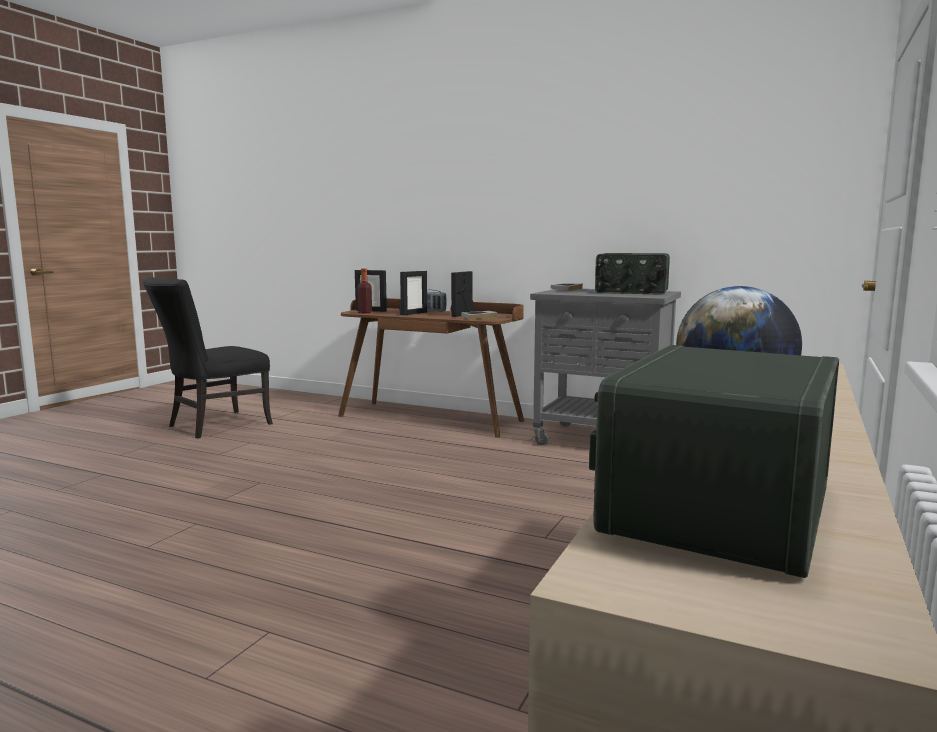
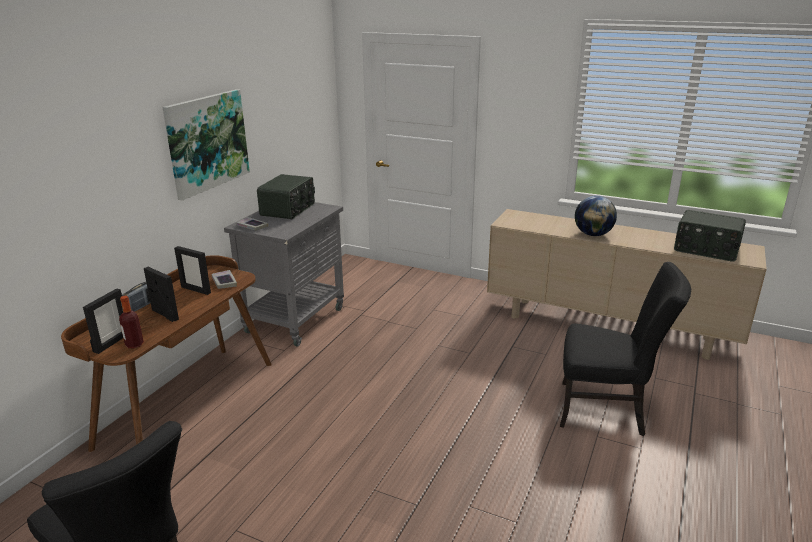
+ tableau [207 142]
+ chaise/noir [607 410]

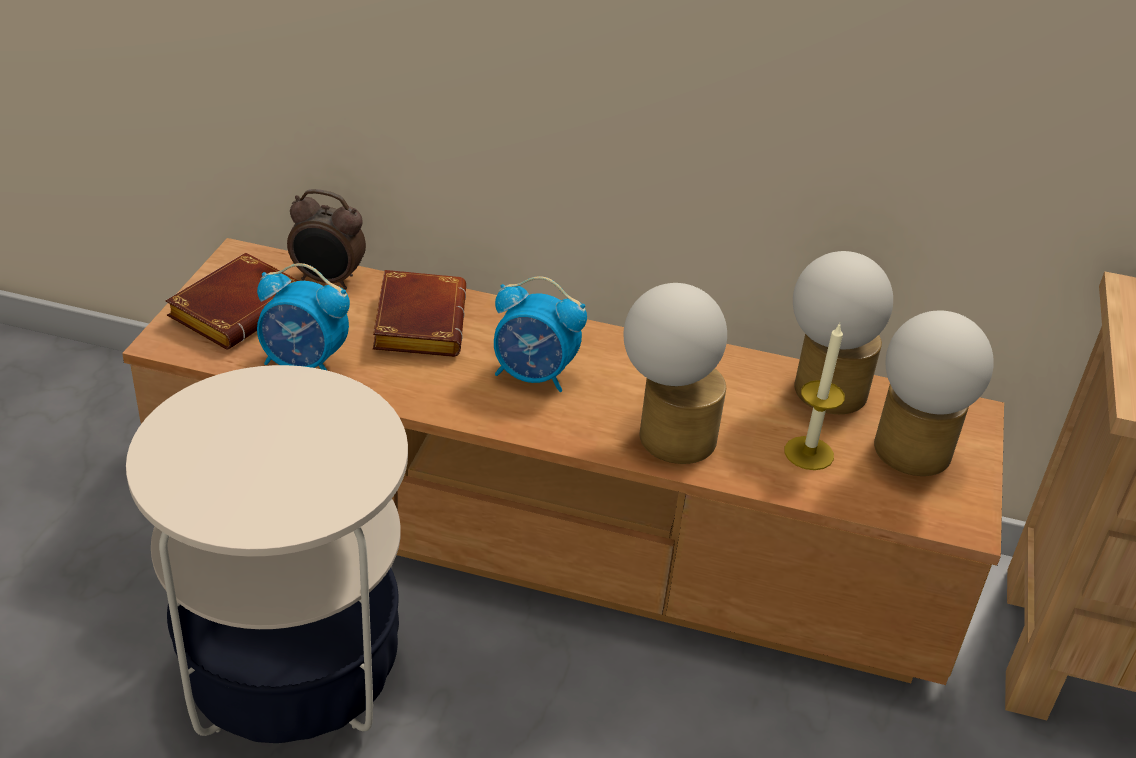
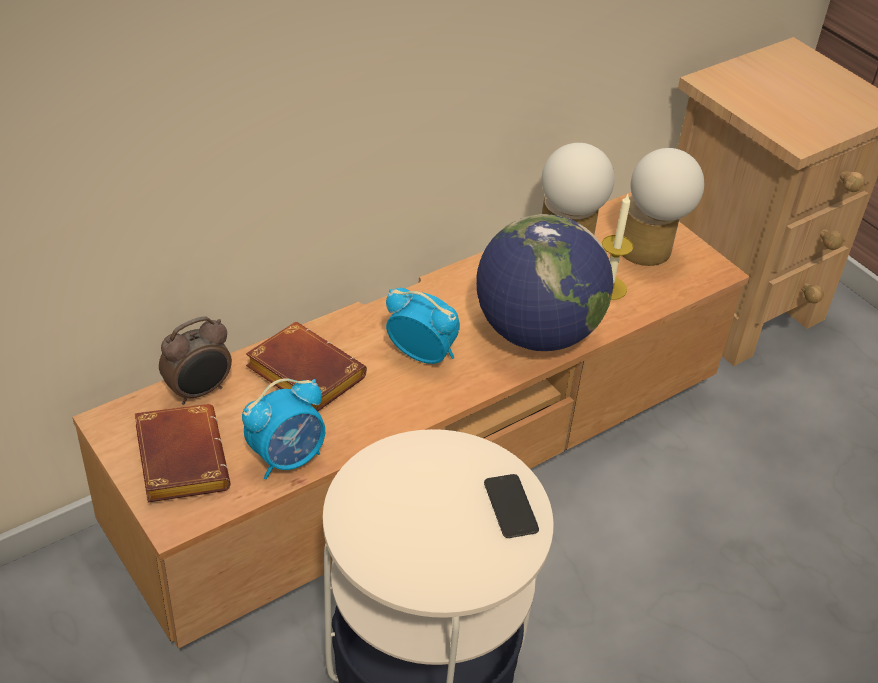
+ téléphone [510 507]
~ lampe de table [666 434] to globe [536 333]
~ réveil [534 376] = [422 354] 120 degrees counterclockwise

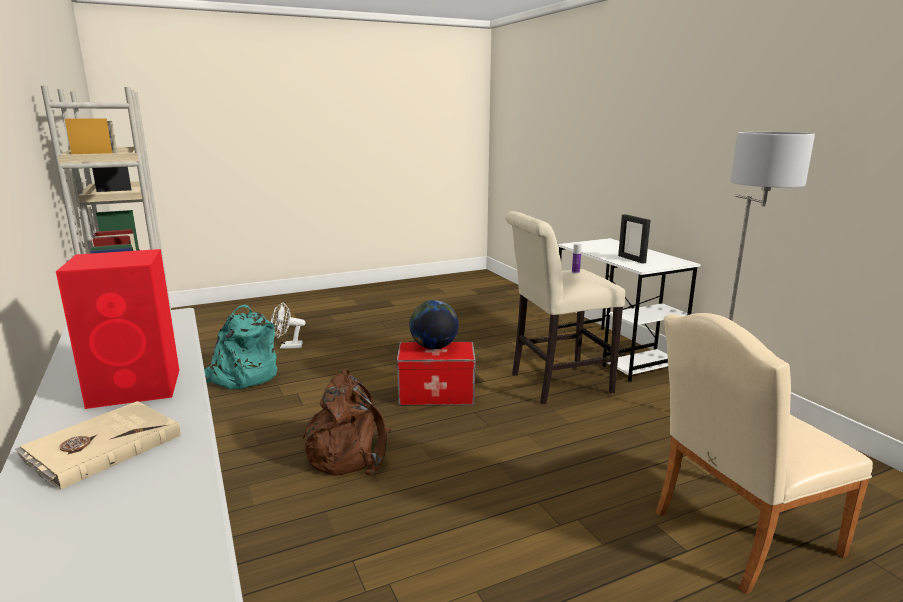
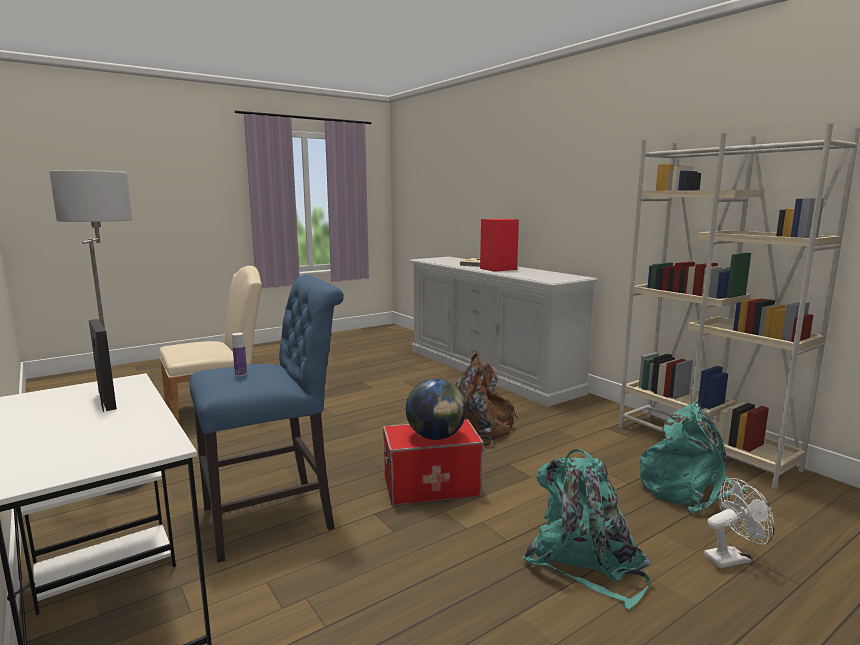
+ sac à dos/turquoise [585 561]
~ tabouret/beige [555 384] to tabouret/bleu [276 517]

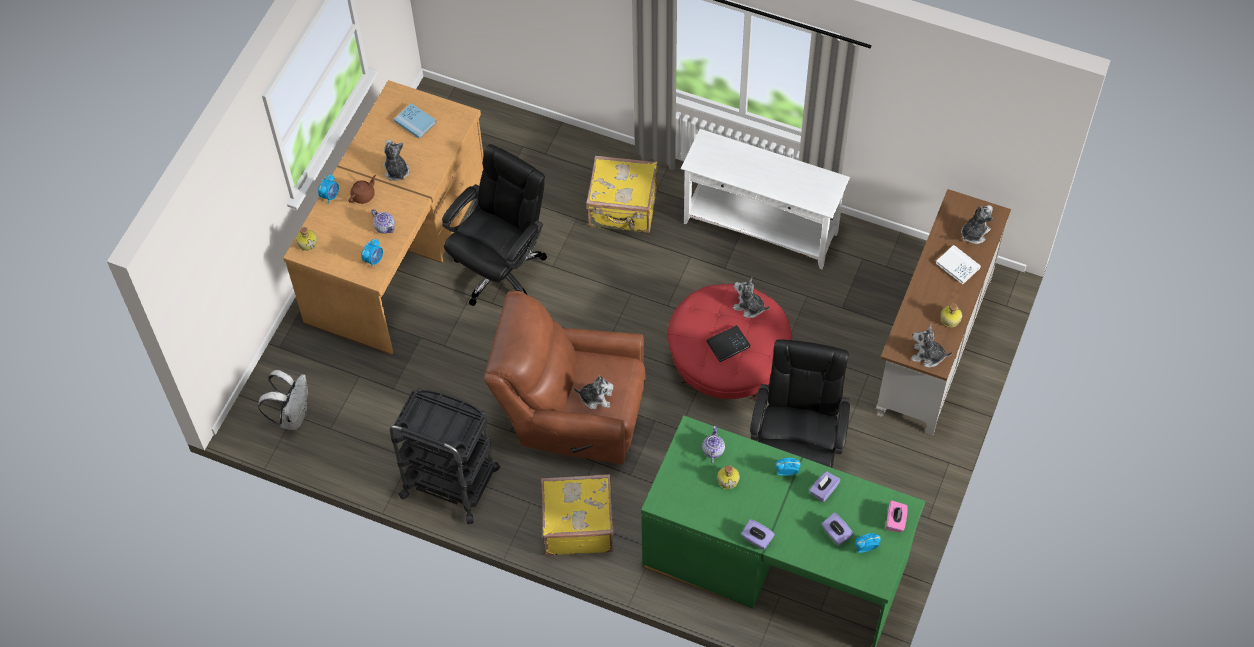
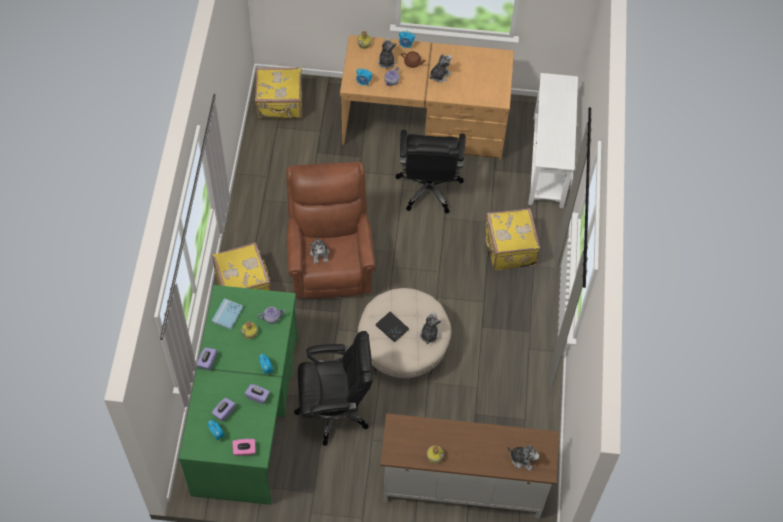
- chariot/noir [450 482]
- livre/blanc [957 265]
~ livre/bleu [415 122] to [227 314]
~ table console/blanc [761 227] to [548 162]
~ peluche [928 356] to [386 62]
~ sac à dos/blanc [292 415] to valise/jaune [280 104]
~ pouf/rouge [728 360] to pouf/beige [403 347]
~ chaise de bureau/noir [500 271] = [429 188] 75 degrees clockwise

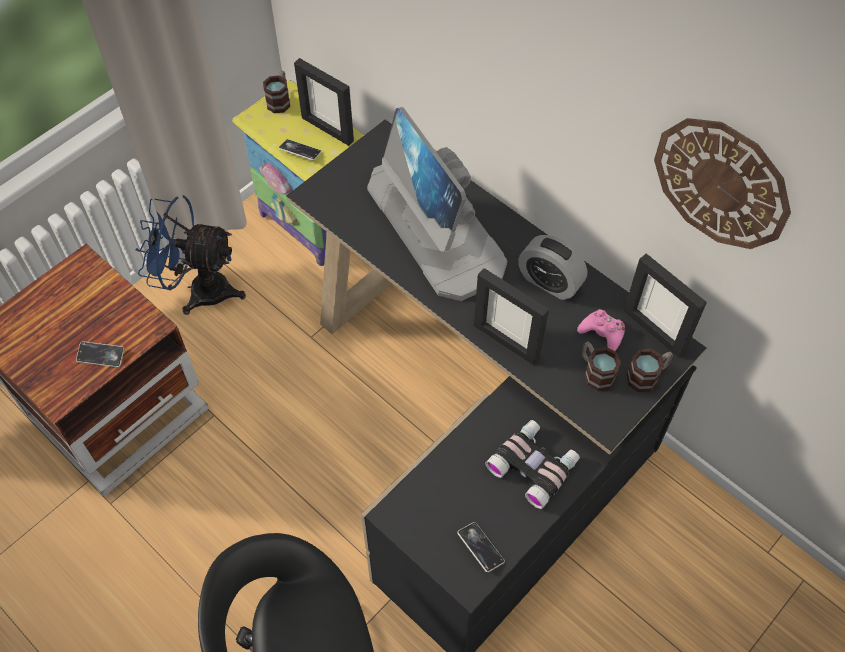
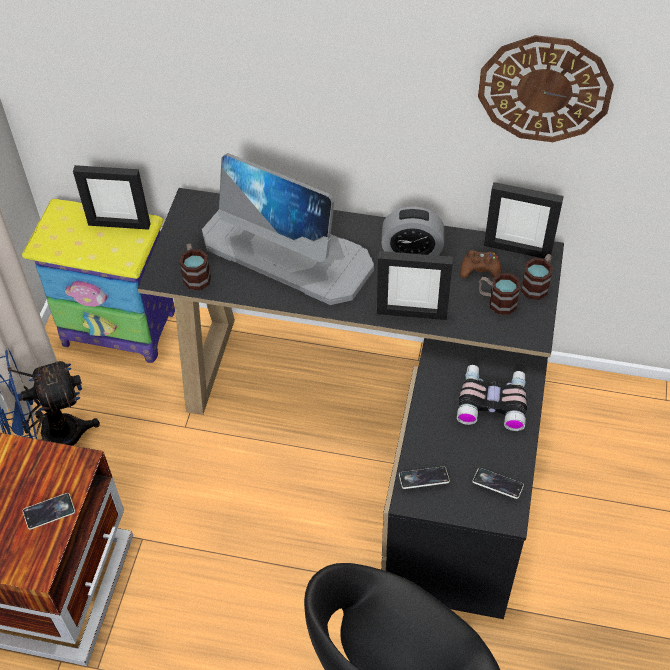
~ mug [280 100] to [195 275]
~ téléphone [300 151] to [423 479]
~ manette/rose [602 333] to manette/marron [480 270]

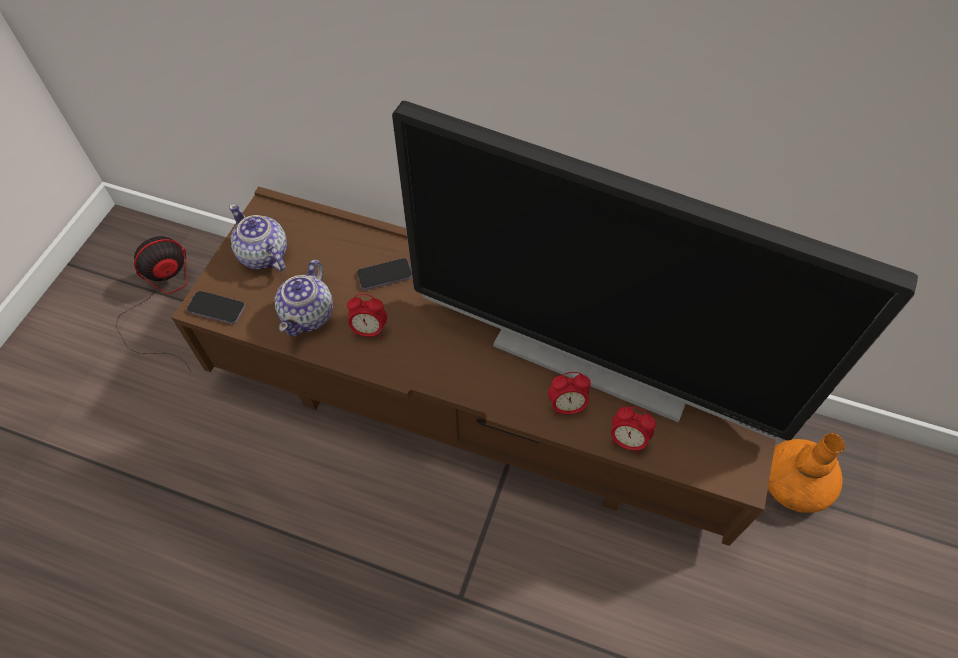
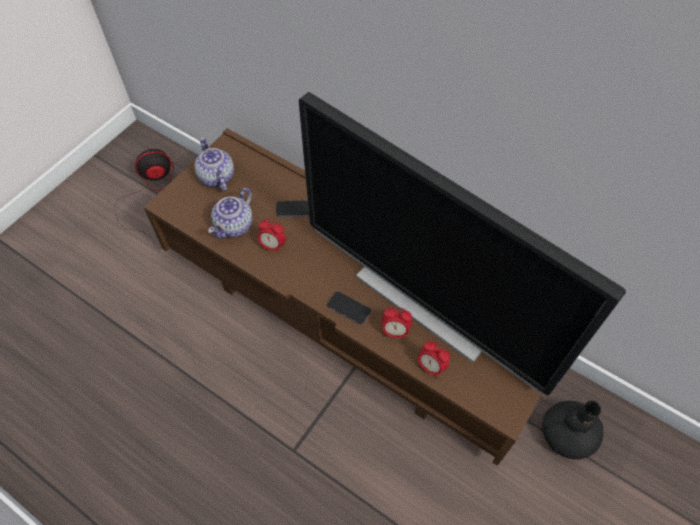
~ téléphone [216 308] to [349 308]
~ vase/orange [795 483] to vase/noir [567 434]

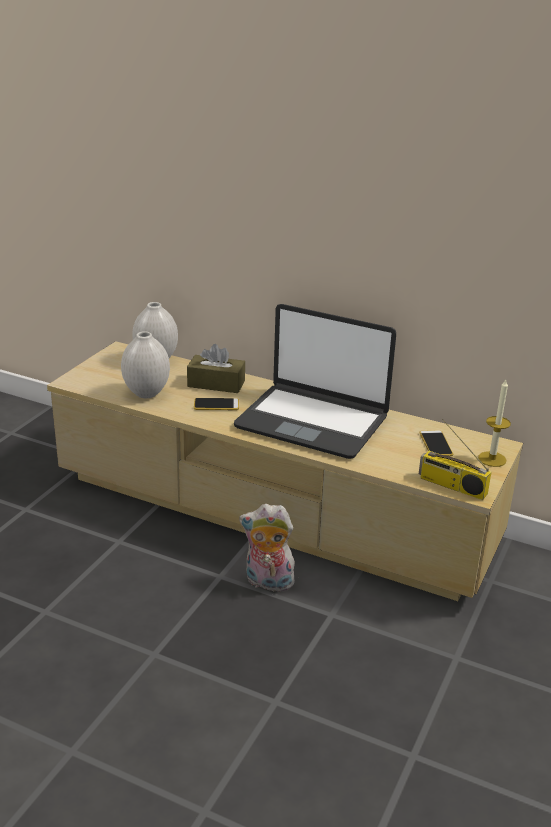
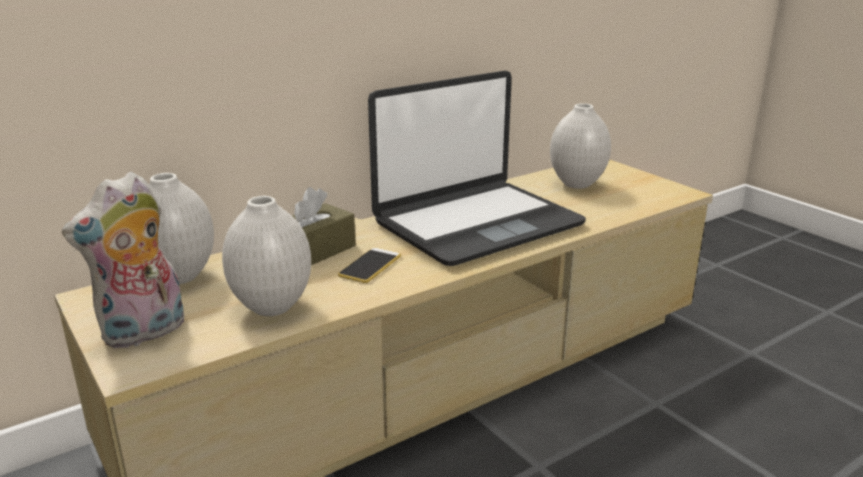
- radio [451 486]
- bougie [492 459]
~ peluche [267 583] to [144 333]
~ téléphone [435 444] to vase/blanc [576 184]

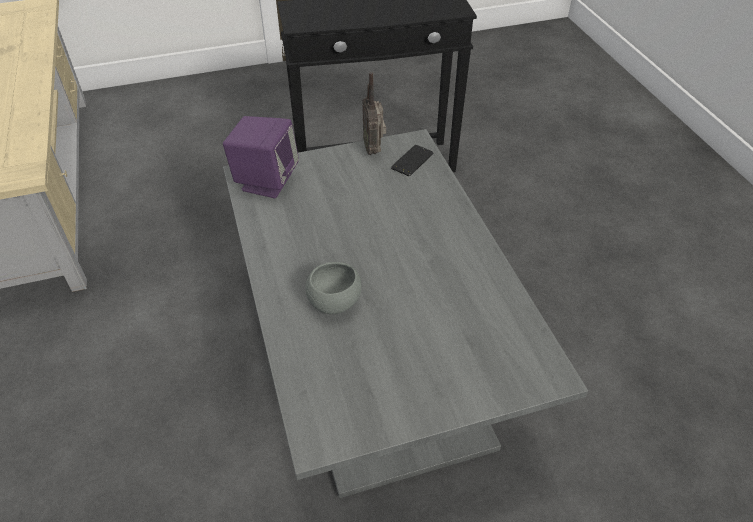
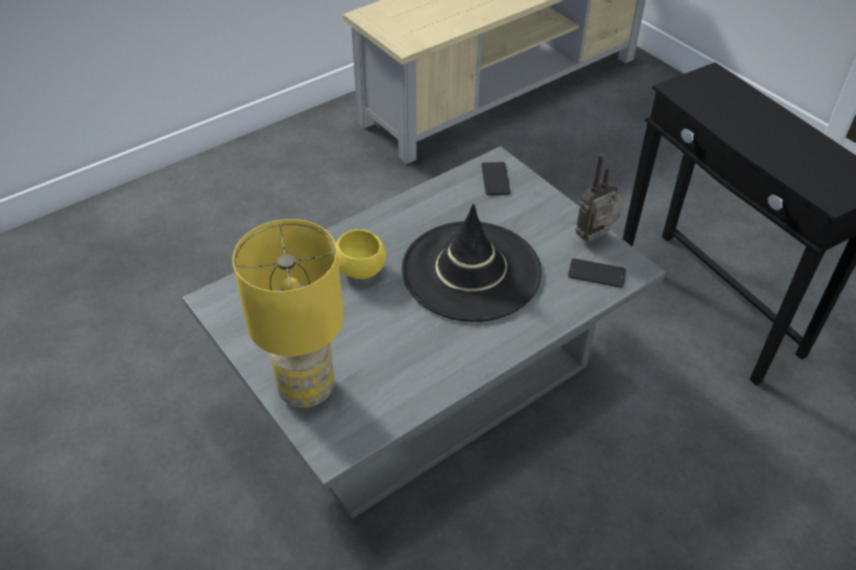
+ lampe de table/jaune [307 390]
+ chapeau/noir [471 271]
~ enceinte/violet [266 181] to téléphone [495 179]
~ bol/gris [335 303] to bol/jaune [360 270]

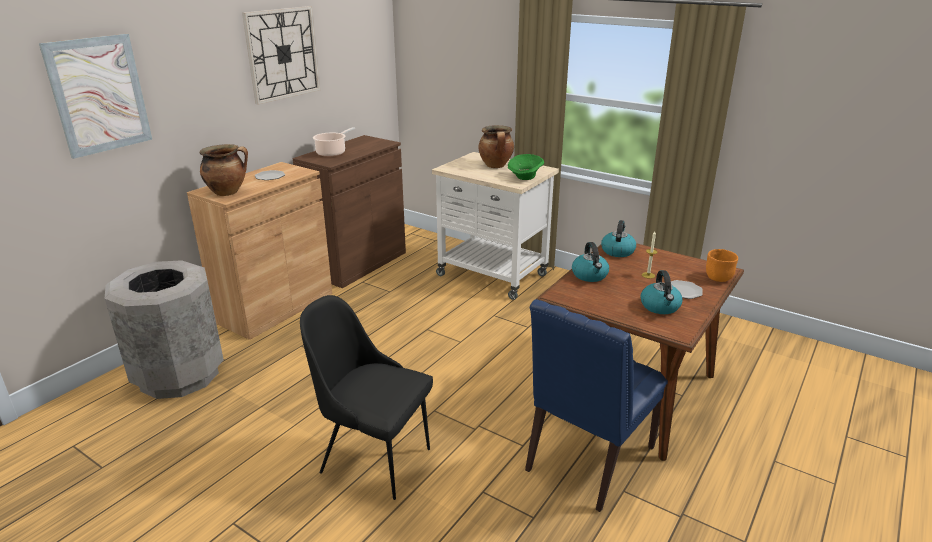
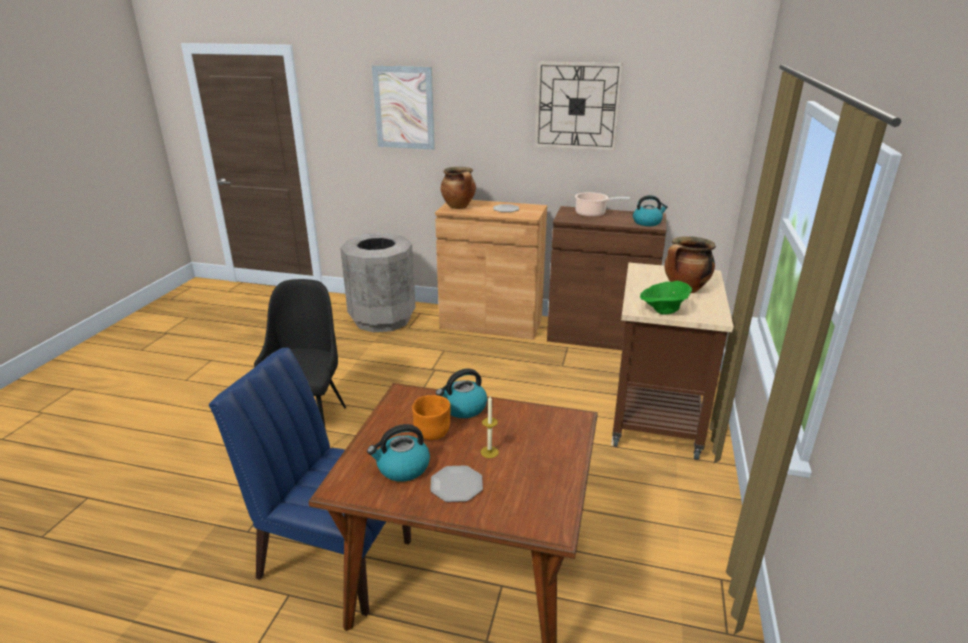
~ bouilloire [617 251] to [647 222]
~ bol/orange [717 278] to [432 433]
~ chariot/blanc [493 276] to chariot/marron [656 420]

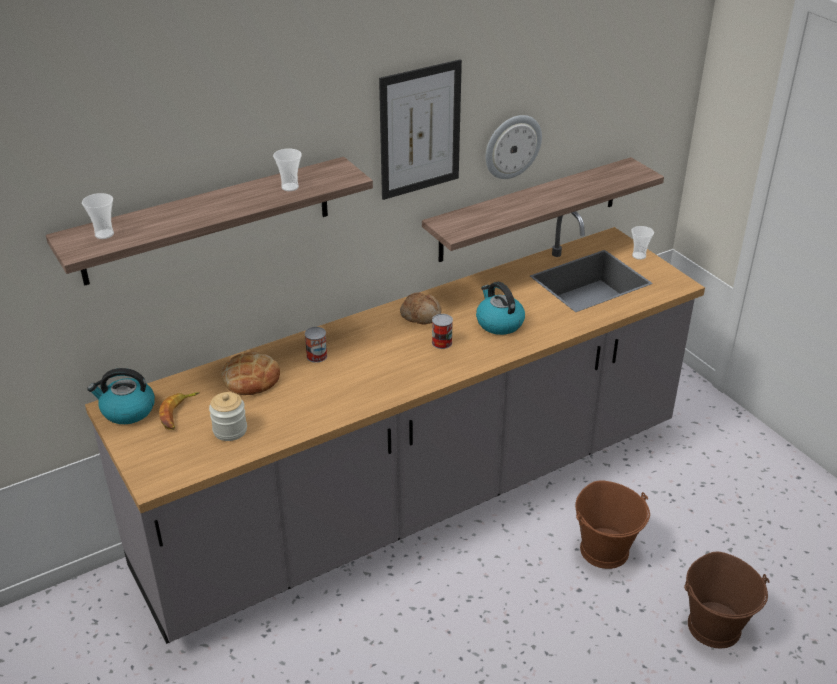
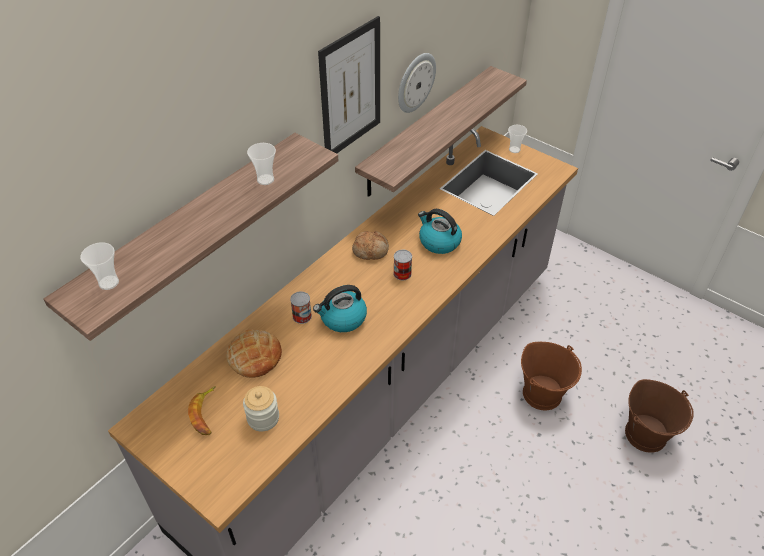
~ bouilloire [127 411] to [342 318]

